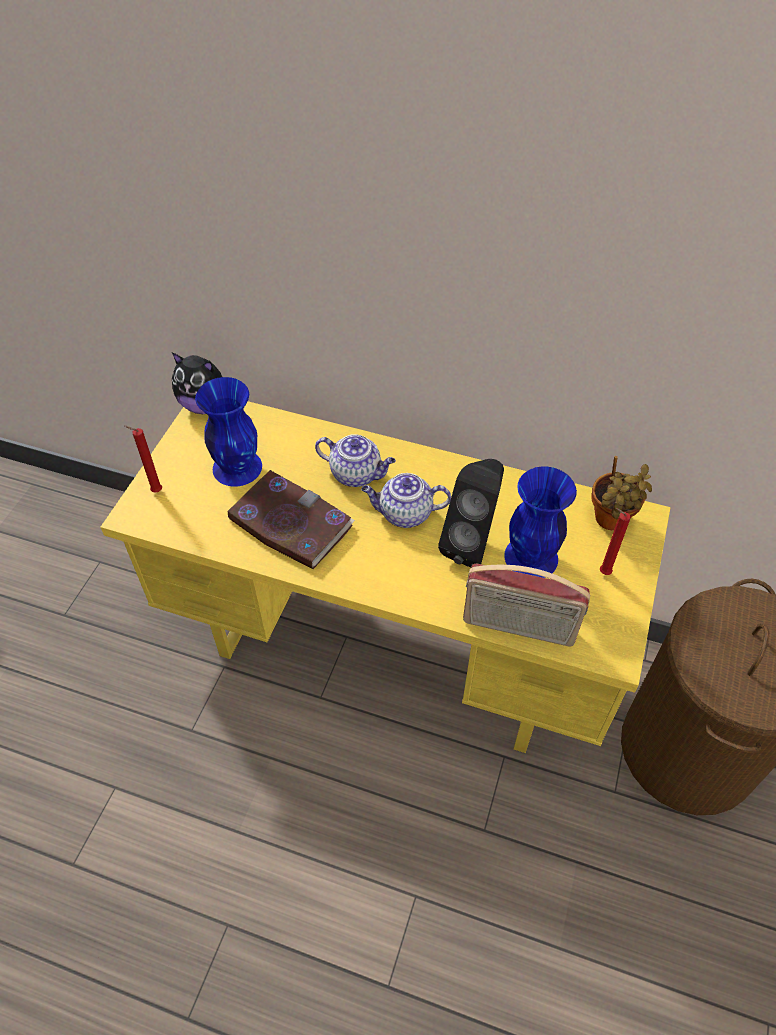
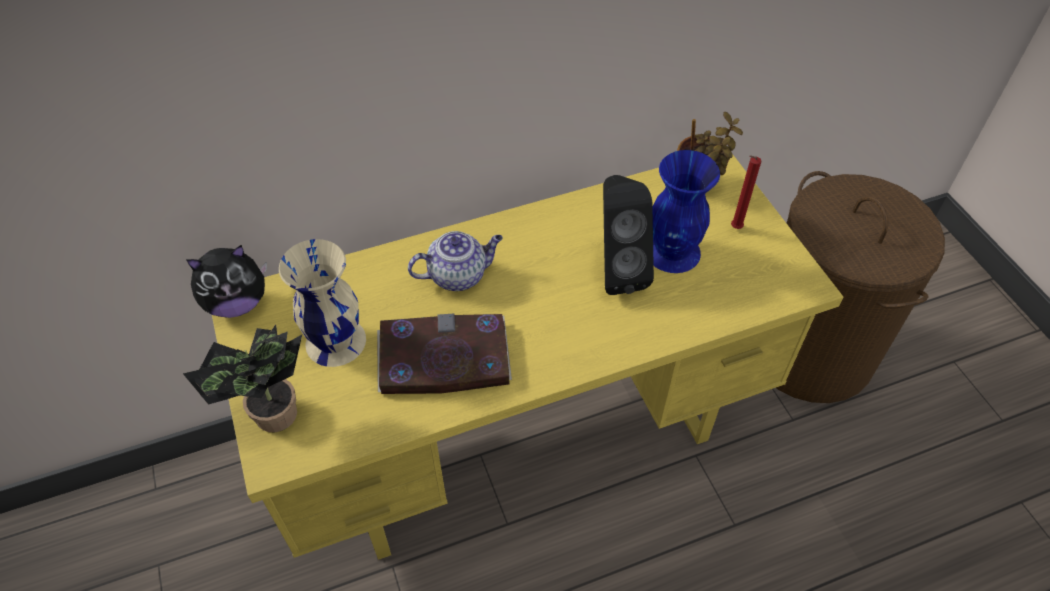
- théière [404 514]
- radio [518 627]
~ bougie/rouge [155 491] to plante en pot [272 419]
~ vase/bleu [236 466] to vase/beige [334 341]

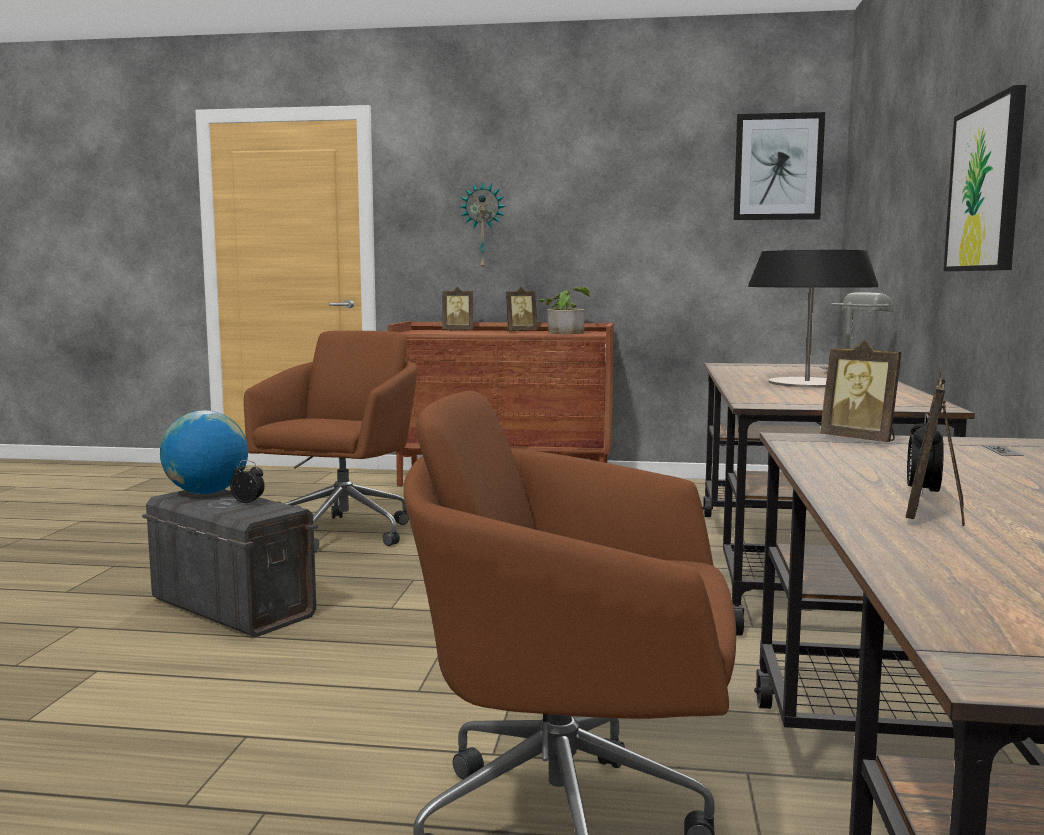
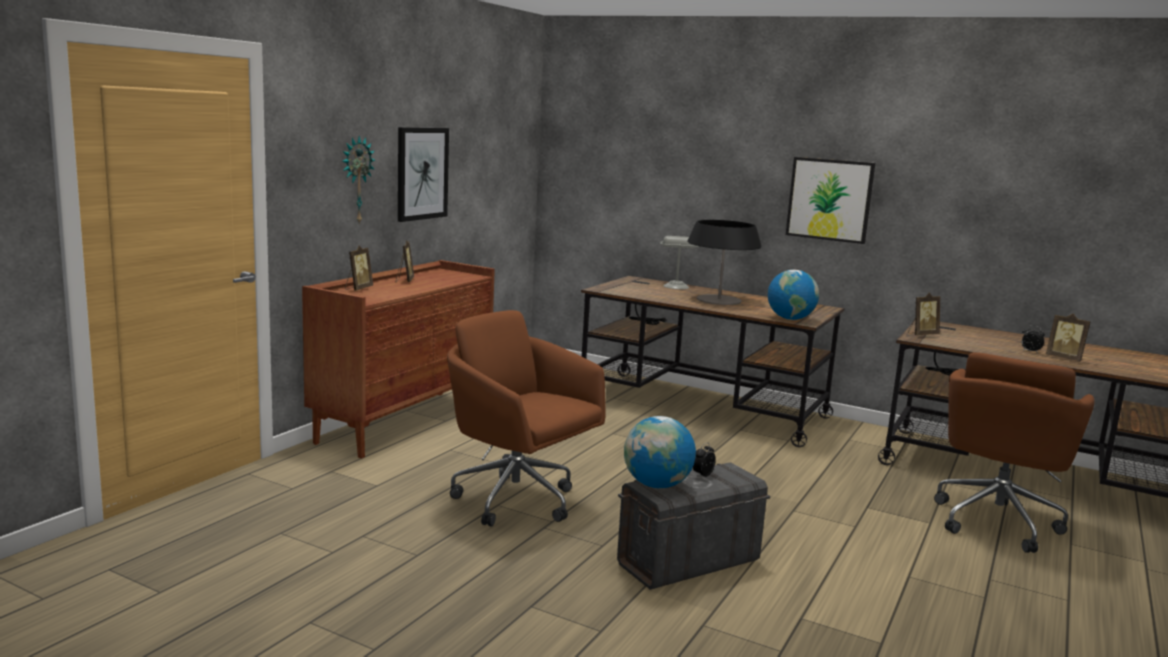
- plante en pot [565 332]
+ globe [790 319]
~ tableau [778 167] to [422 173]

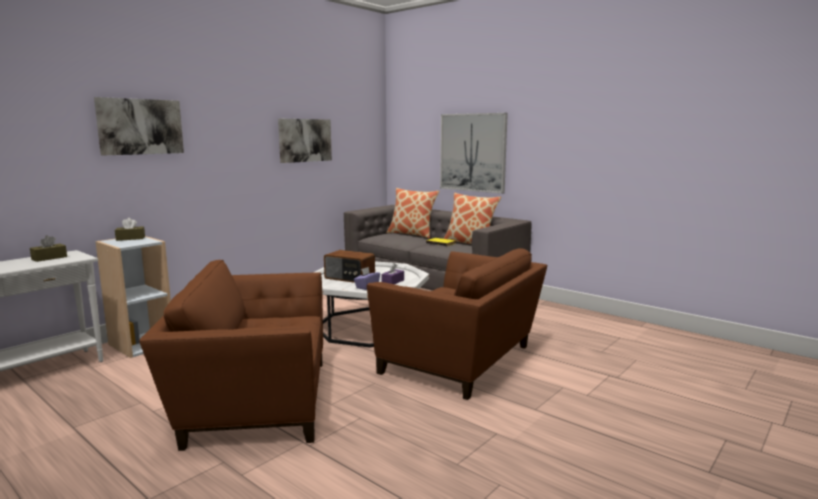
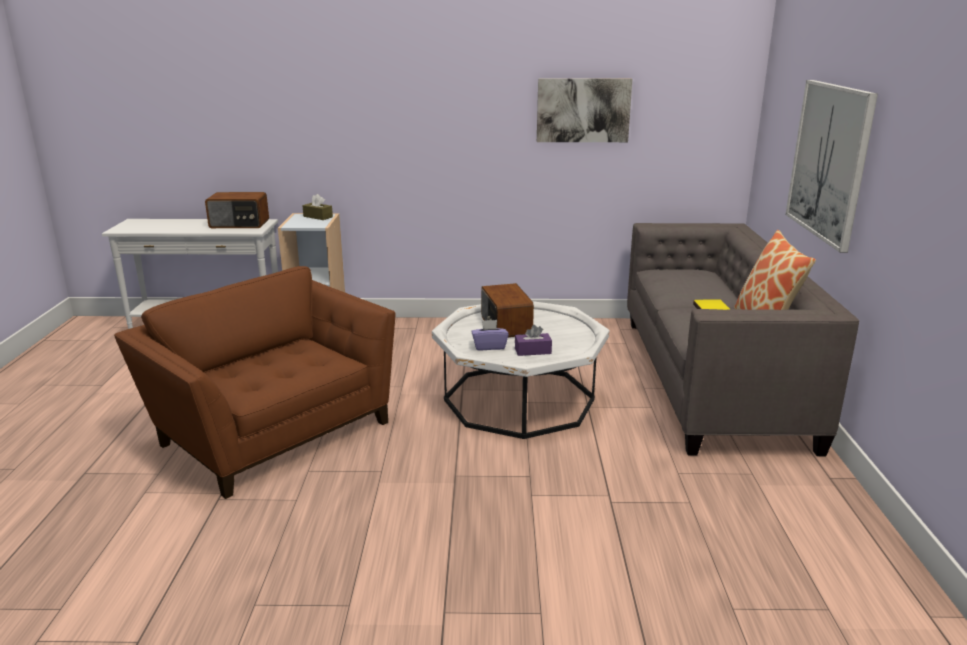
- tableau [140 126]
- fauteuil/marron [461 361]
- coussin [412 234]
~ boîte à mouchoirs/marron [49 258] to radio [239 224]

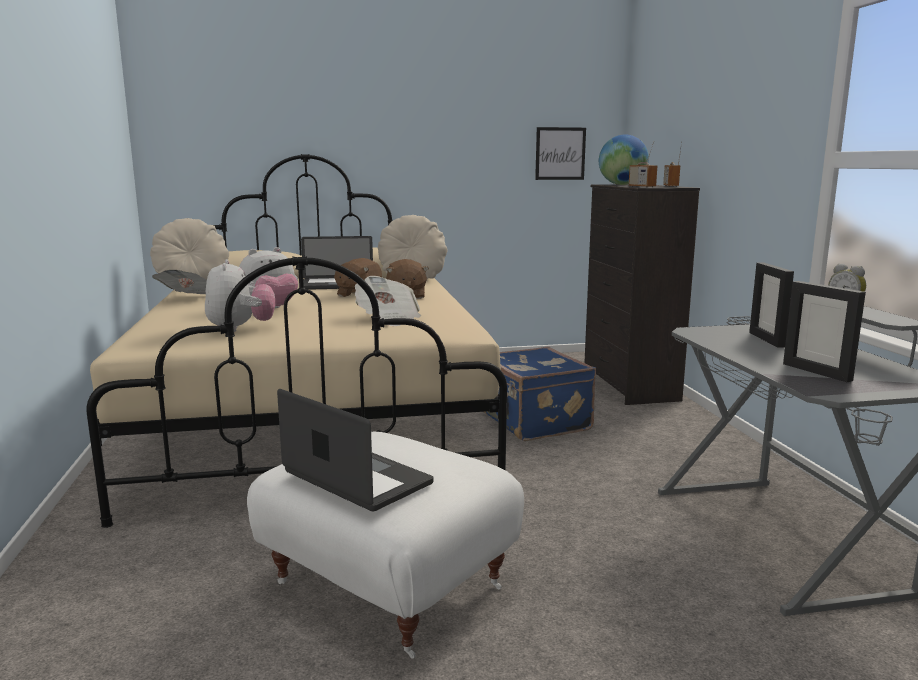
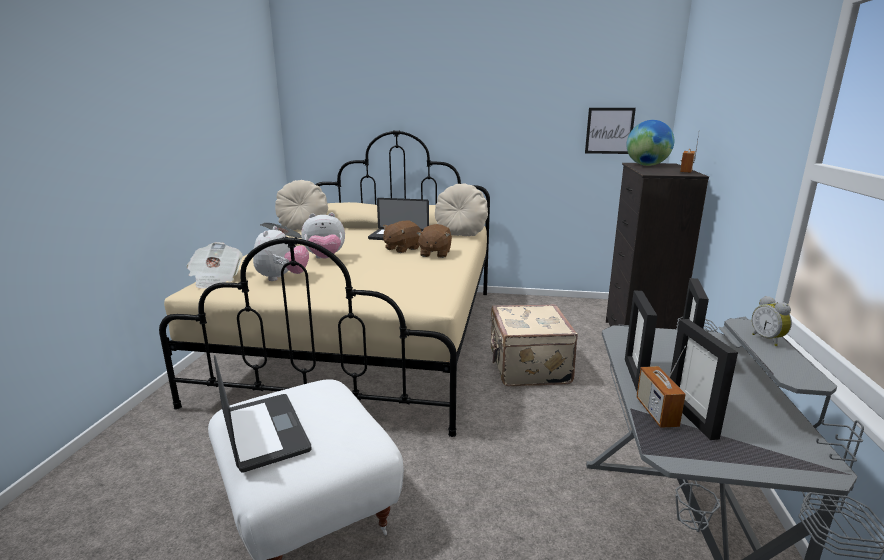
+ cadre photo [636 375]
~ journal [388 319] to [216 279]
~ radio [641 186] to [656 412]
~ valise/bleu [533 422] to valise/beige [527 367]

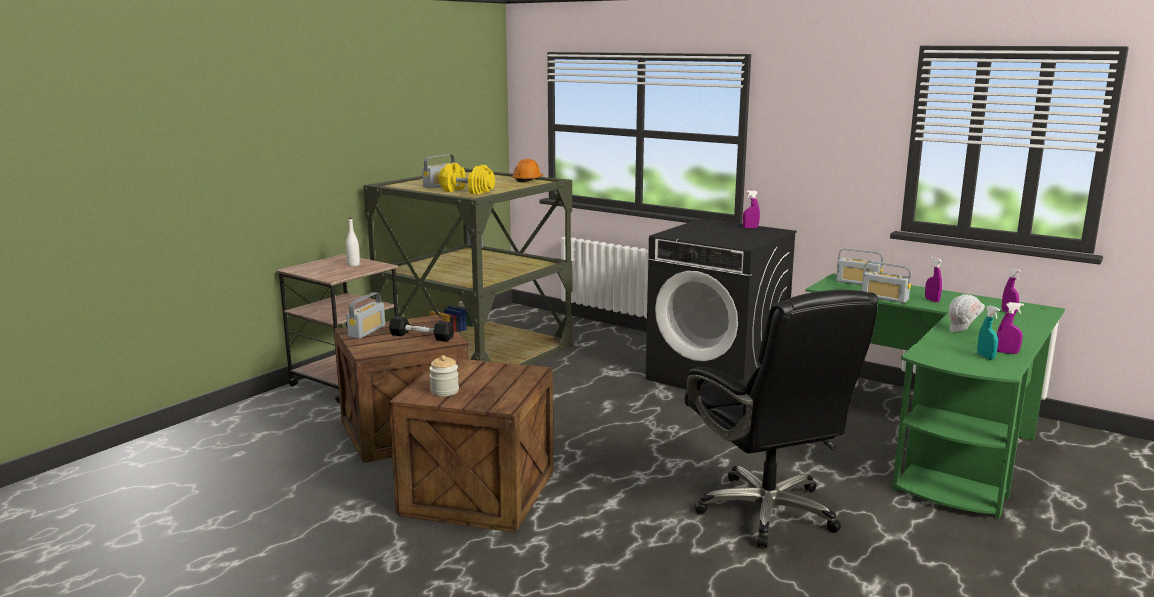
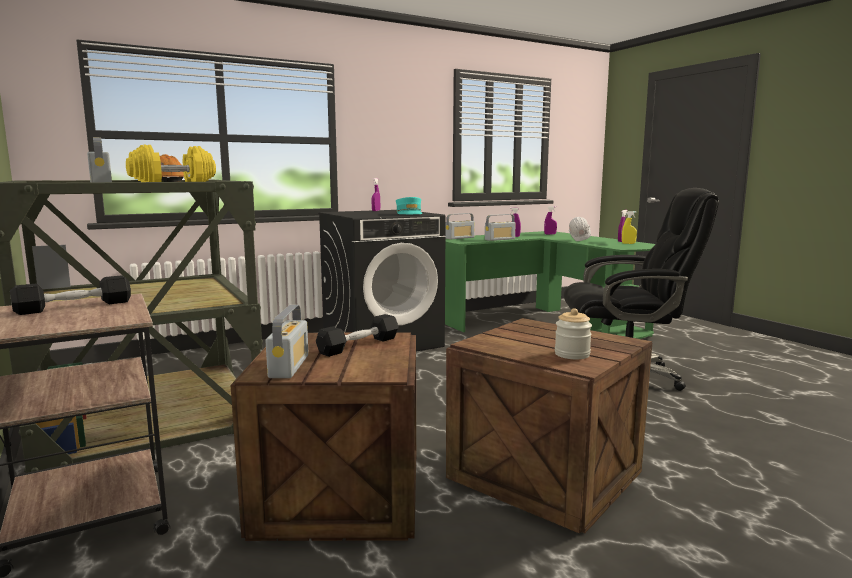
+ casquette/turquoise [409 213]
~ bouteille/blanc [353 265] to haltère/noir [74 307]
~ vaporisateur/turquoise [985 357] to vaporisateur/jaune [628 243]
~ radio [367 331] = [289 366] 45 degrees clockwise

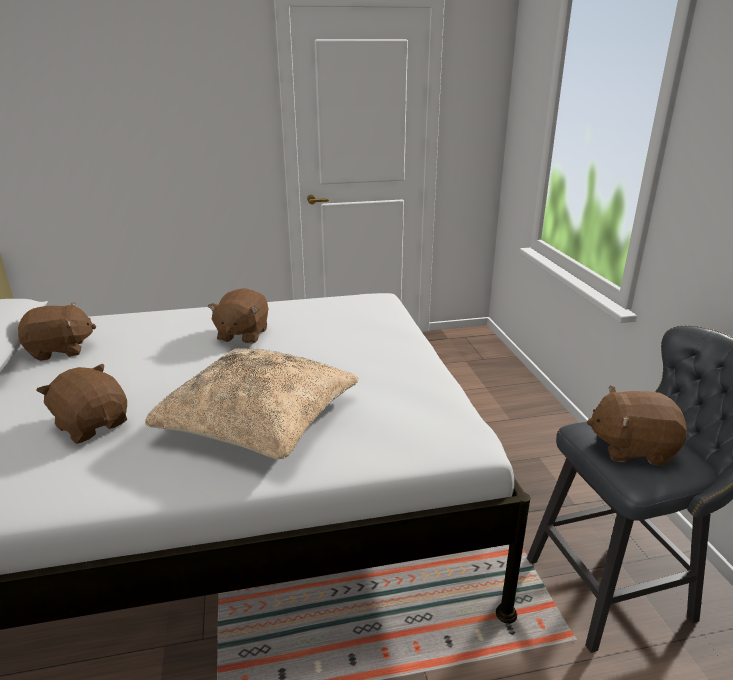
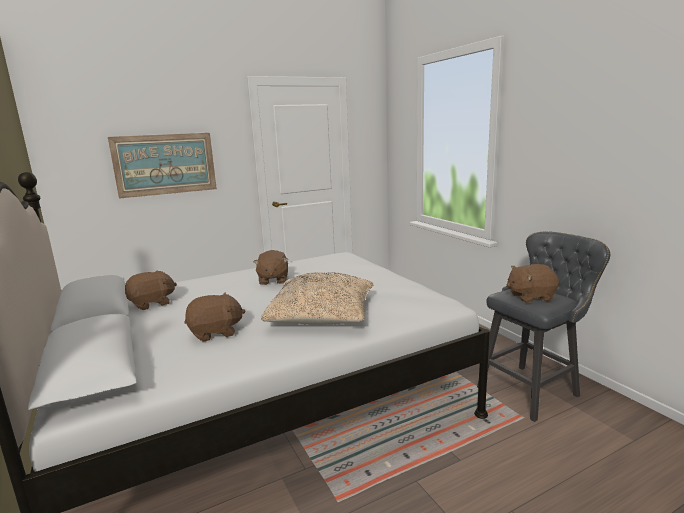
+ tableau [165 164]
~ peluche/marron [93 425] = [216 332] 135 degrees clockwise

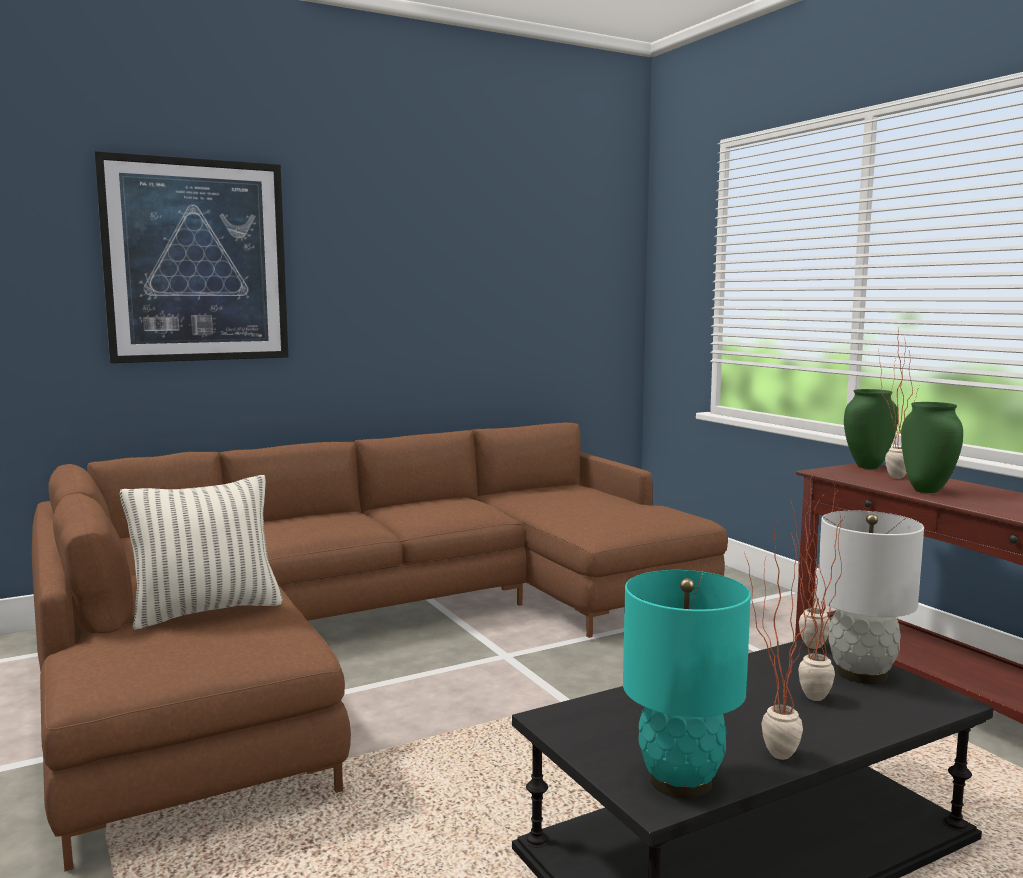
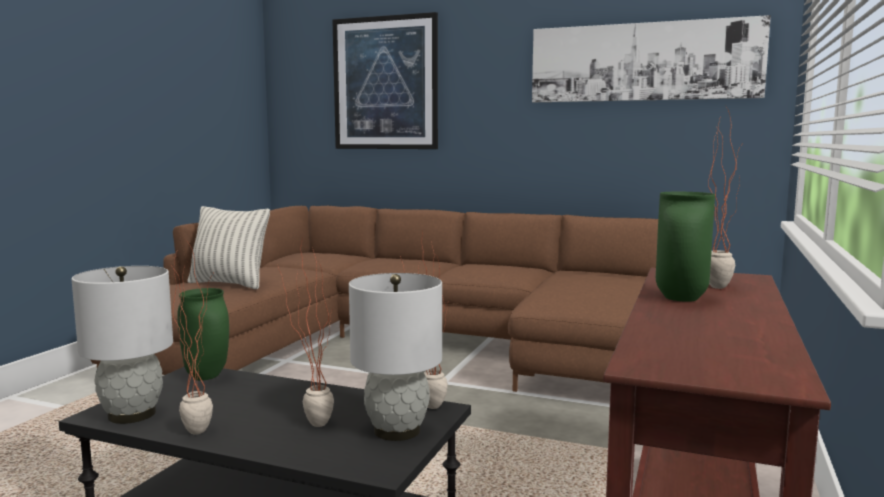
+ tableau [643 62]
~ vase/vert [867 467] to [207 376]
~ lampe de table/turquoise [681 781] to lampe de table/blanc [132 414]

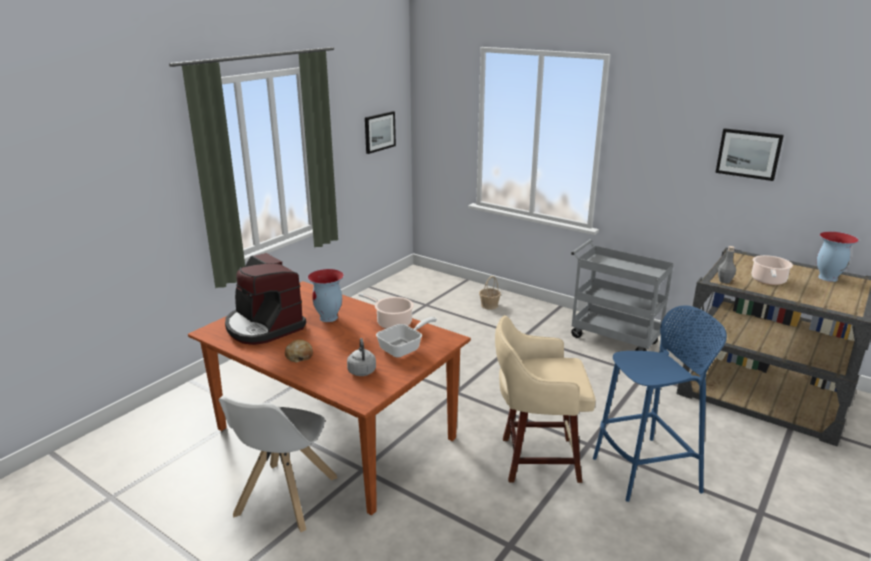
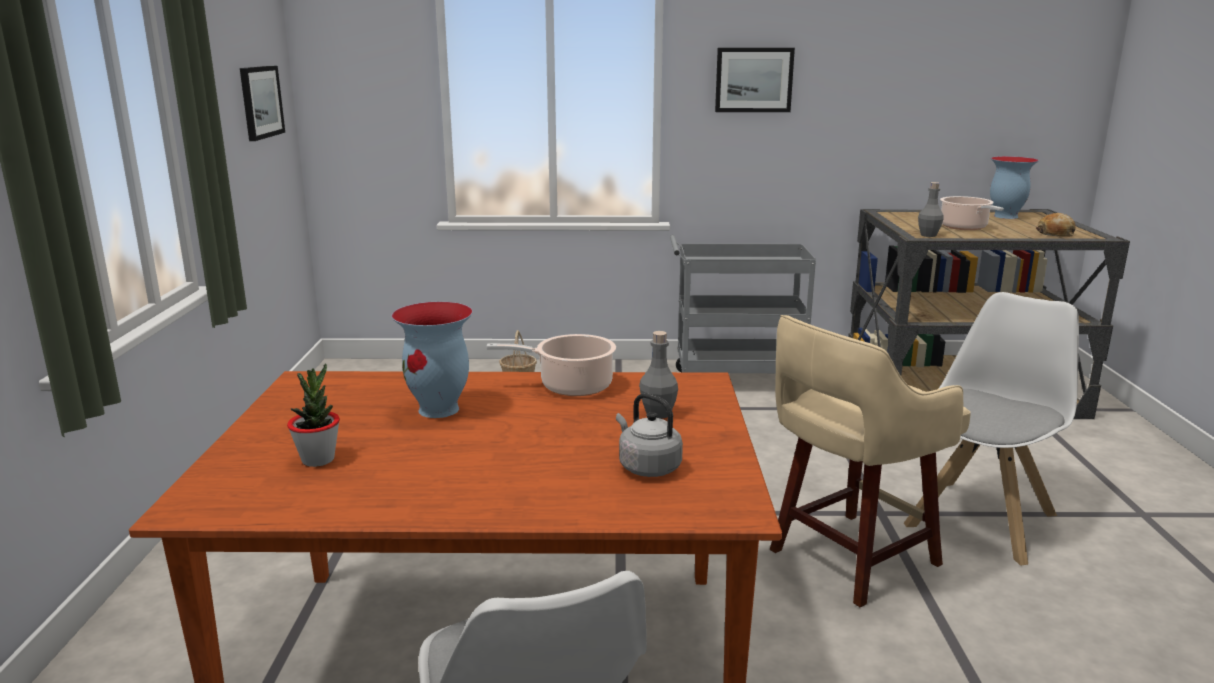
~ pain [299 355] to [1055 233]
~ tableau [748 154] to [753 80]
~ machine à café [264 326] to plante en pot [318 459]
~ poêle [404 348] to bouteille/gris [658 414]
~ tabouret/bleu [646 471] to chaise [983 518]

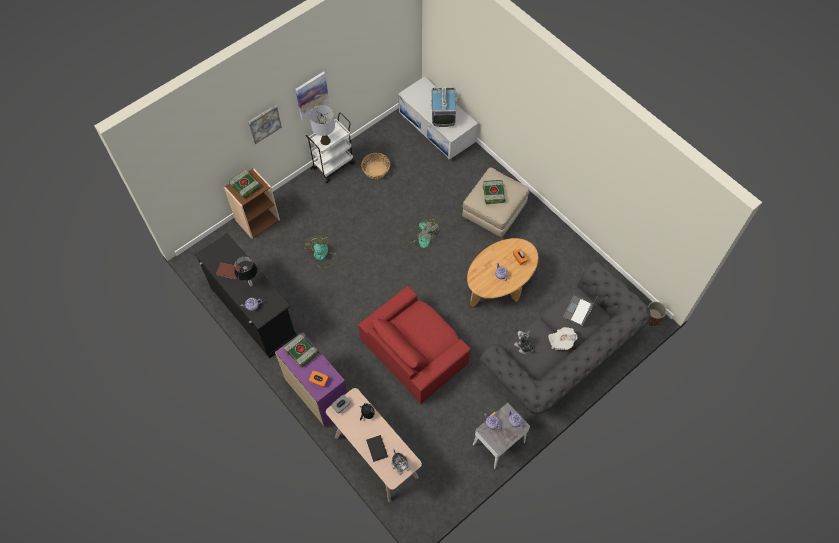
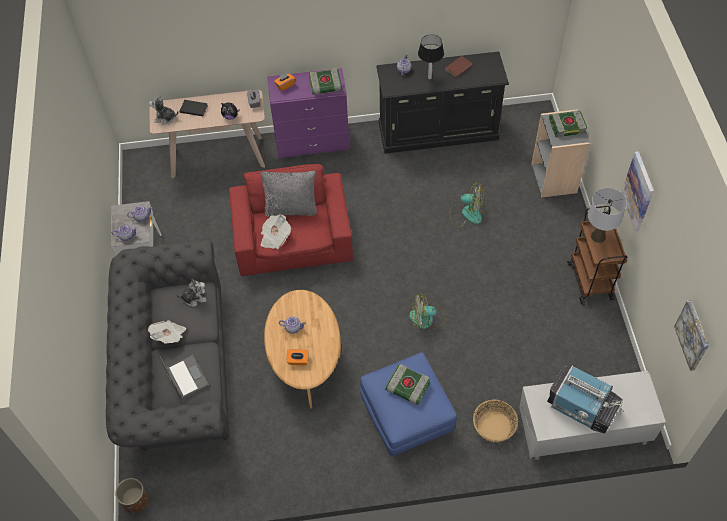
+ coussin/gris [292 210]
+ journal [275 237]
~ tableau [264 123] to [693 335]
~ panier [376 170] to [494 426]
~ bibliothèque/marron [257 219] to bibliothèque/gris [554 178]
~ chariot/blanc [334 166] to chariot/marron [590 281]
~ pouf/beige [493 213] to pouf/bleu [407 417]

